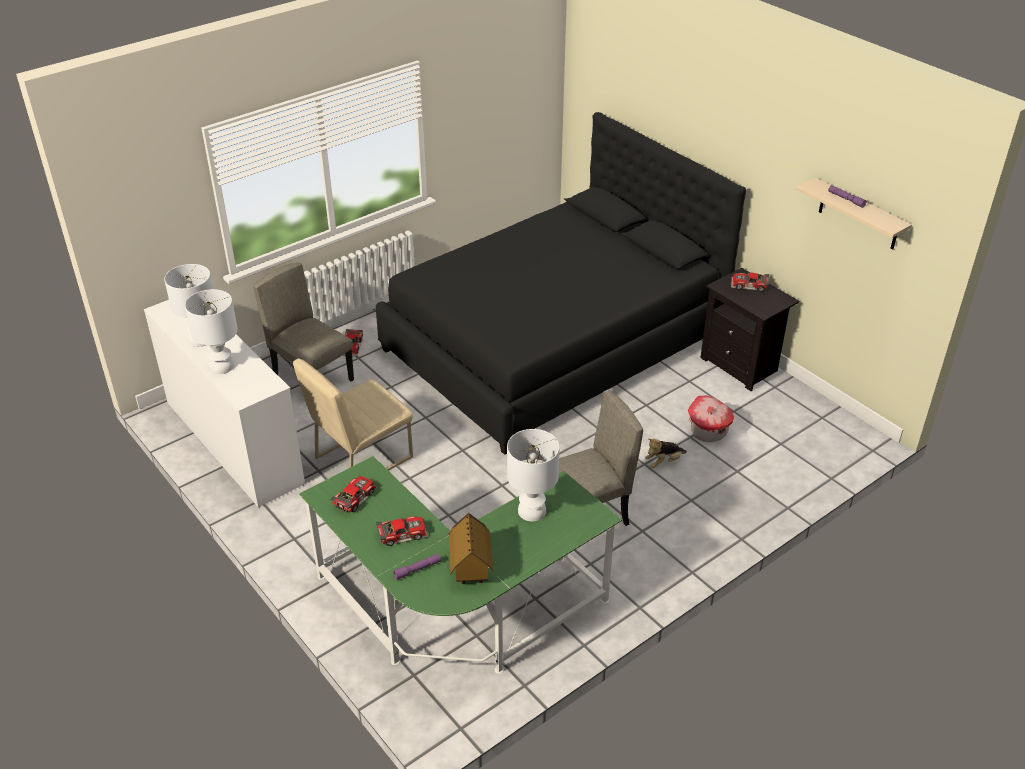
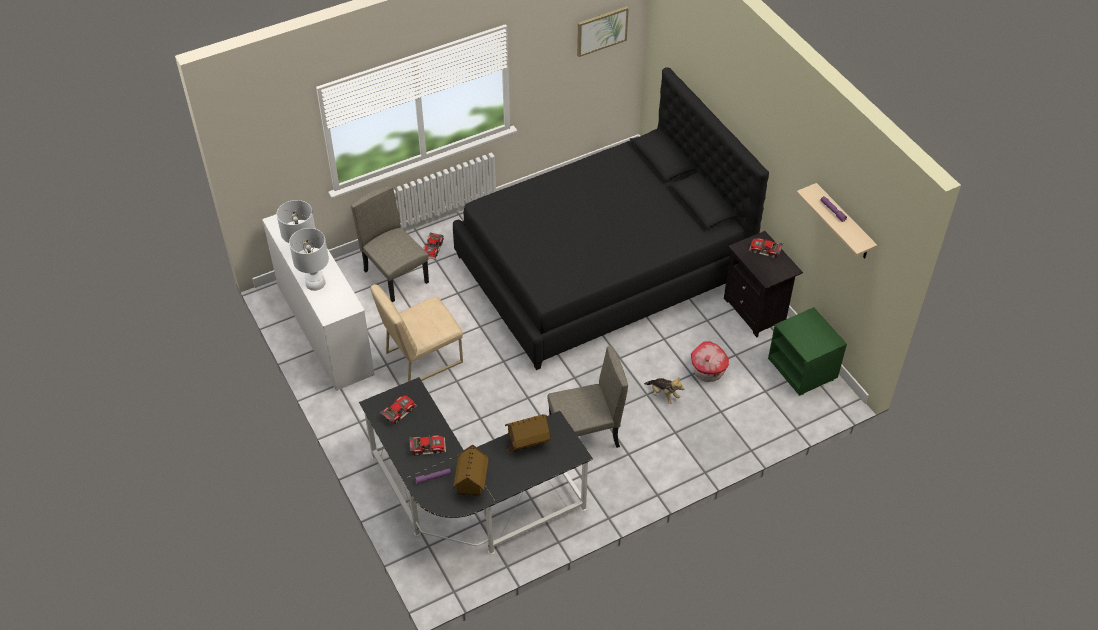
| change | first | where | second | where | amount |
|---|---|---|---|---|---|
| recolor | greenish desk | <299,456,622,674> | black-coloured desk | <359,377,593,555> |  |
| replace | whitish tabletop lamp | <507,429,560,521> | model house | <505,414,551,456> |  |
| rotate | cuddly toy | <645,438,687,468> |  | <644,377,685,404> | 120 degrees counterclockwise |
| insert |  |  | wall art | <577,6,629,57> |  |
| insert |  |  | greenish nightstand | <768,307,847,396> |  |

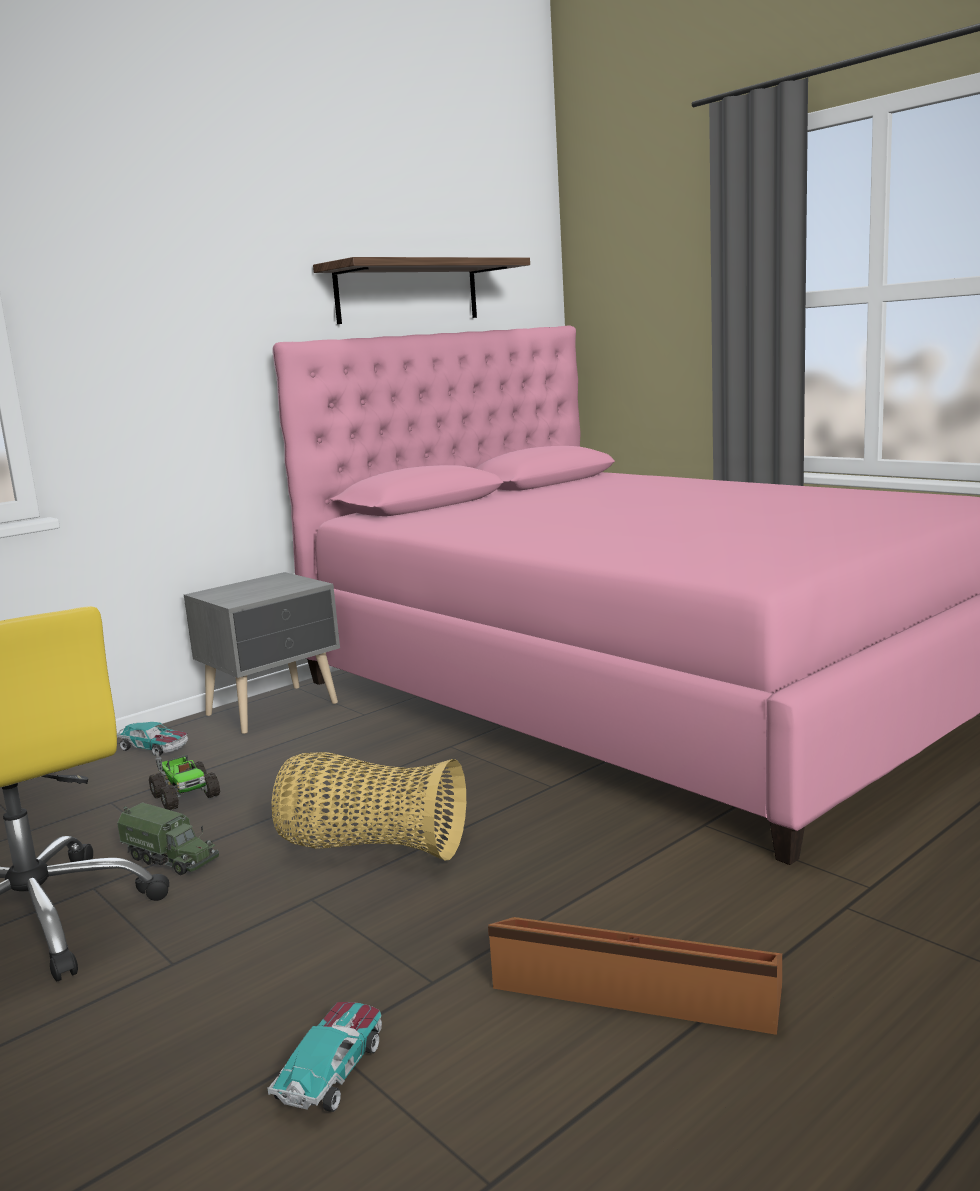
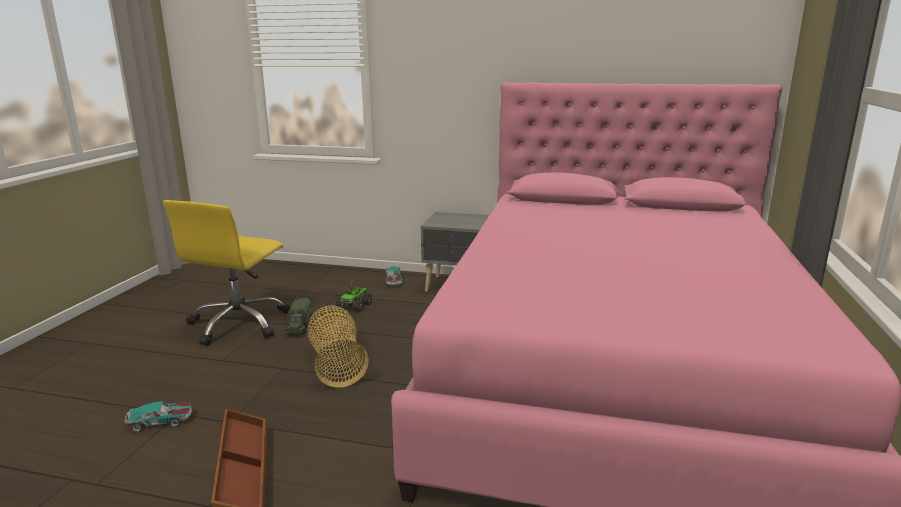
| change | first | where | second | where | amount |
|---|---|---|---|---|---|
| delete | shelf | <313,257,530,324> |  |  |  |

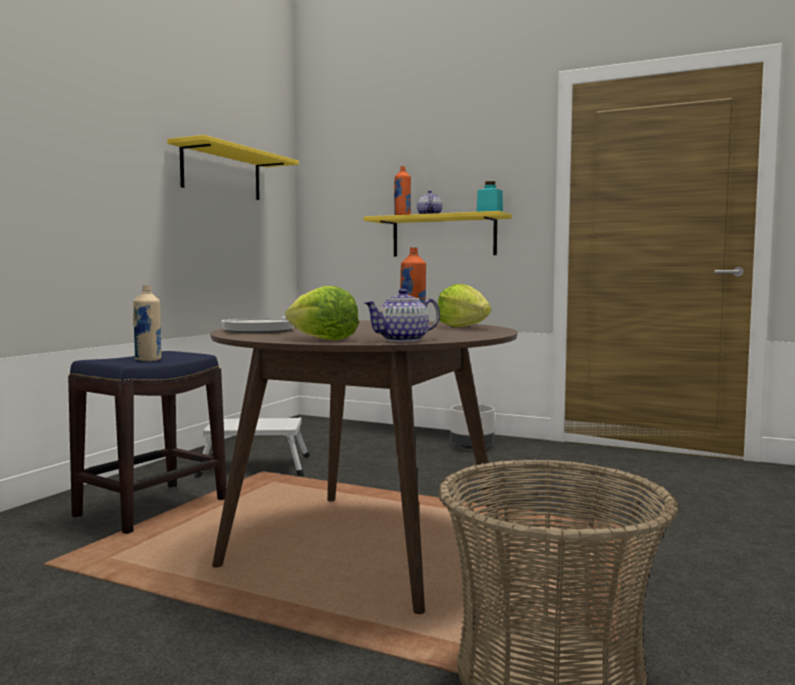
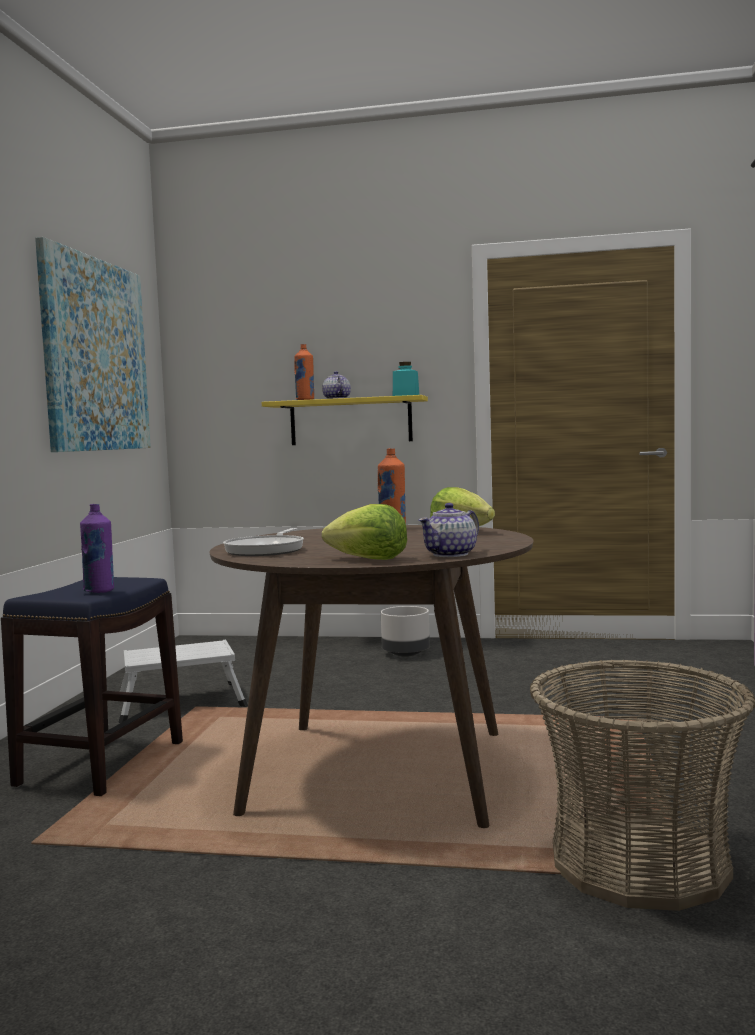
| change | first | where | second | where | amount |
|---|---|---|---|---|---|
| recolor | beige-coloured drink bottle | <133,285,161,361> | purple drink bottle | <80,504,114,593> |  |
| replace | yellow shelf | <167,135,299,200> | wall art | <35,237,151,452> |  |

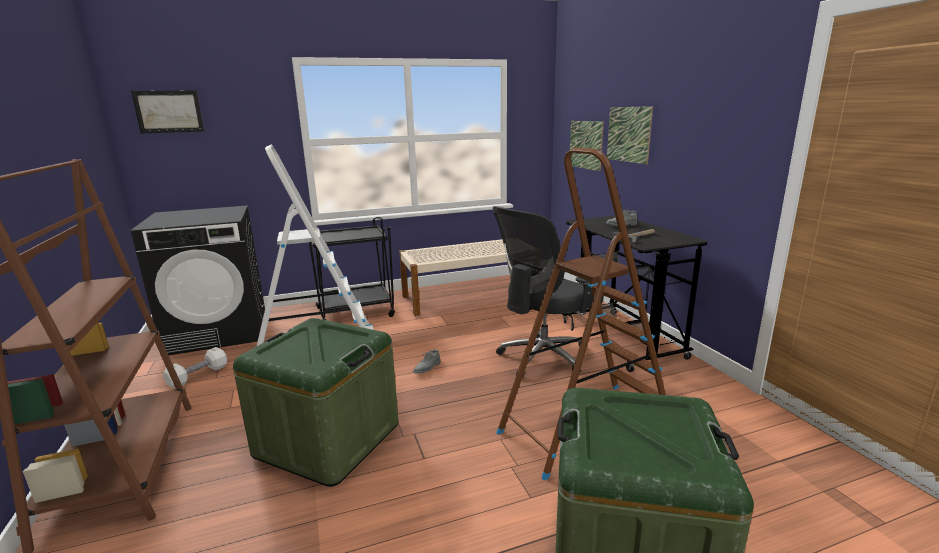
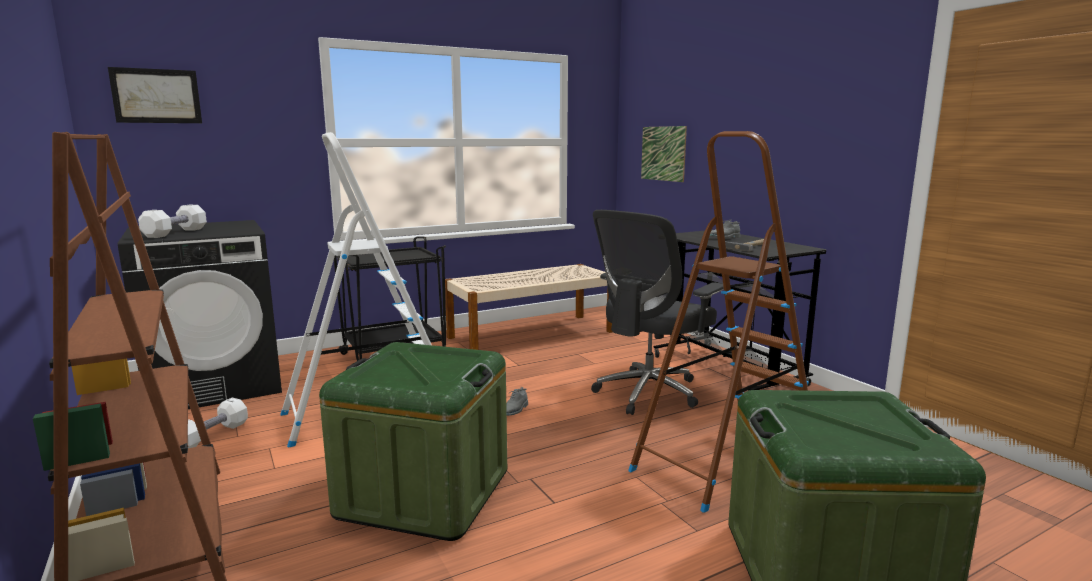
| change | first | where | second | where | amount |
|---|---|---|---|---|---|
| delete | wall art | <607,106,653,164> |  |  |  |
| insert |  |  | whitish free weight | <138,205,207,238> |  |

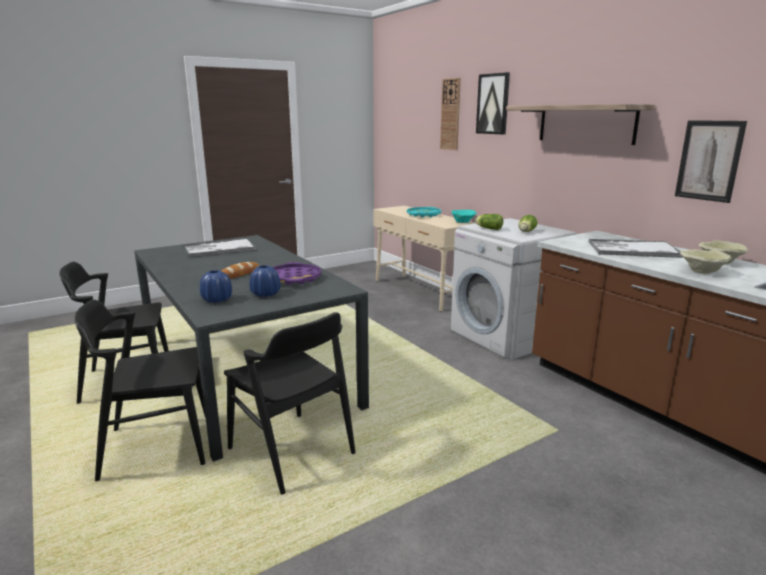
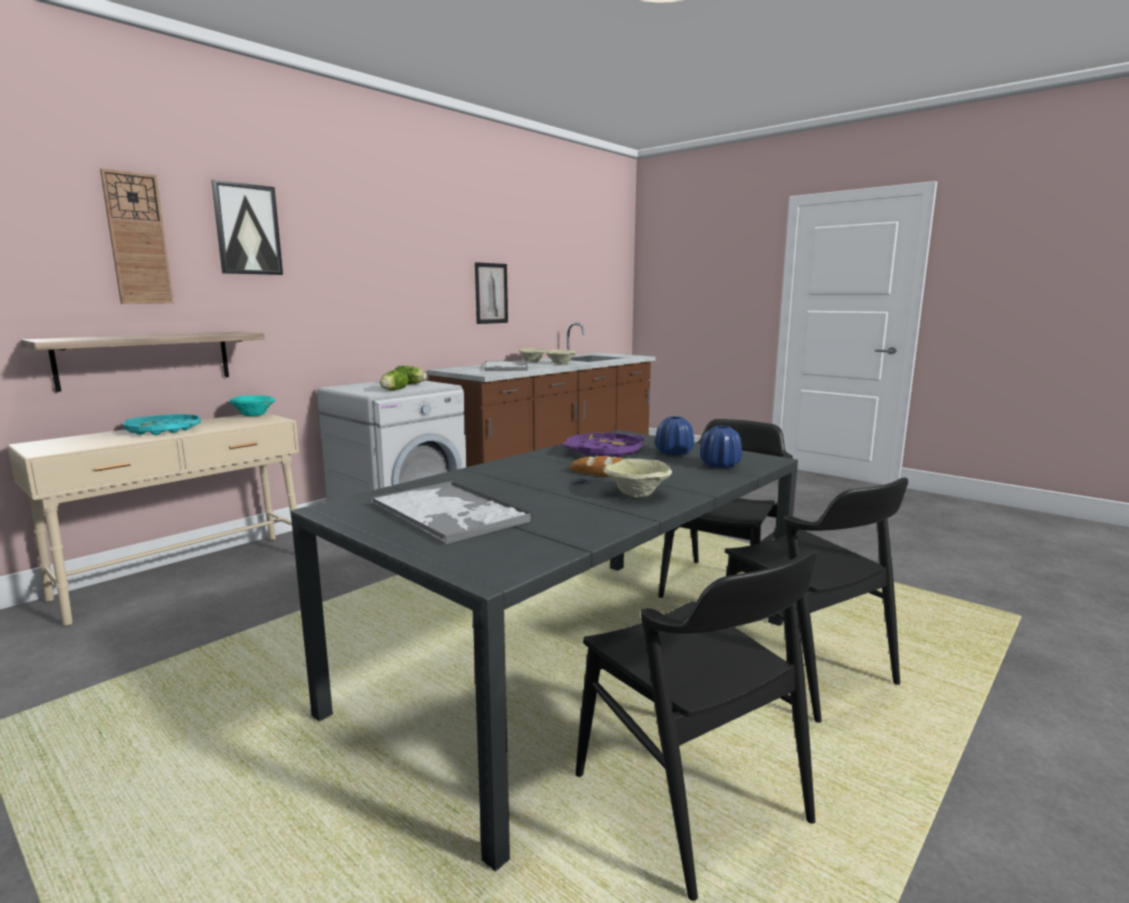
| change | first | where | second | where | amount |
|---|---|---|---|---|---|
| move | shelf | <506,104,655,145> |  | <21,331,265,392> |  |
| insert |  |  | beige-coloured bowl | <603,458,672,498> |  |

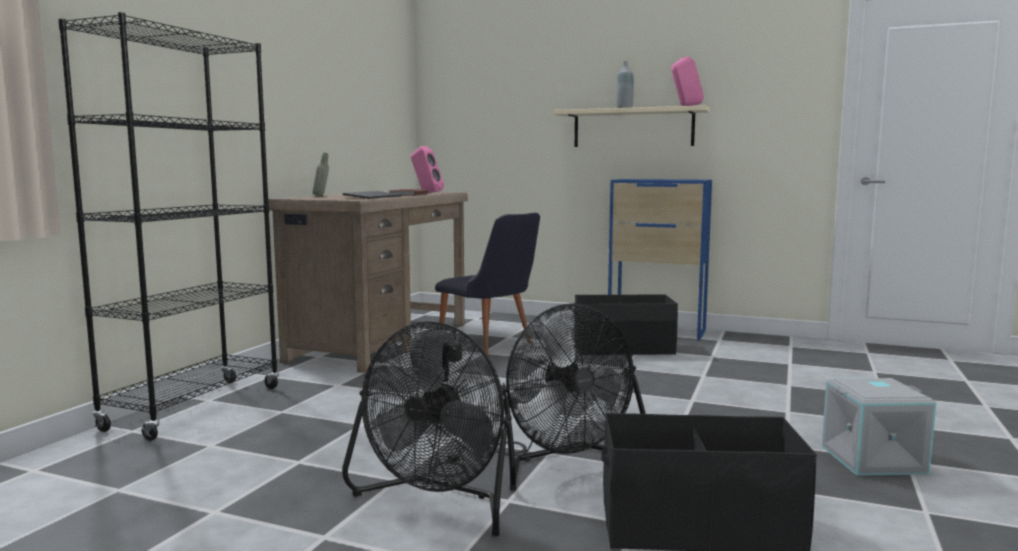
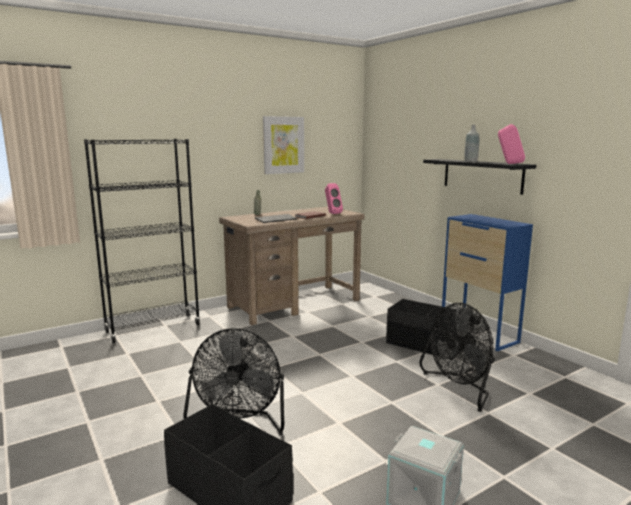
| change | first | where | second | where | amount |
|---|---|---|---|---|---|
| move | black-coloured cooling fan | <342,322,512,536> |  | <419,303,495,412> |  |
| delete | black-coloured chair | <435,213,540,354> |  |  |  |
| recolor | beige-coloured shelf | <553,105,710,147> | black-coloured shelf | <423,159,536,195> |  |
| insert |  |  | wall art | <263,116,304,174> |  |

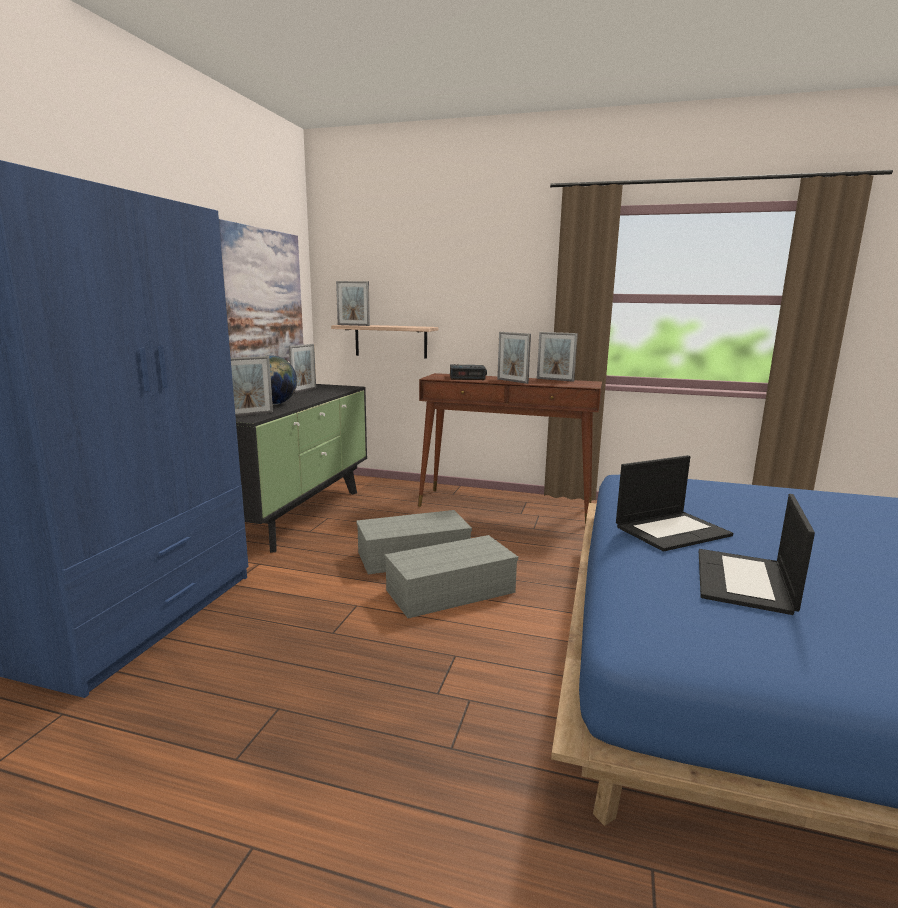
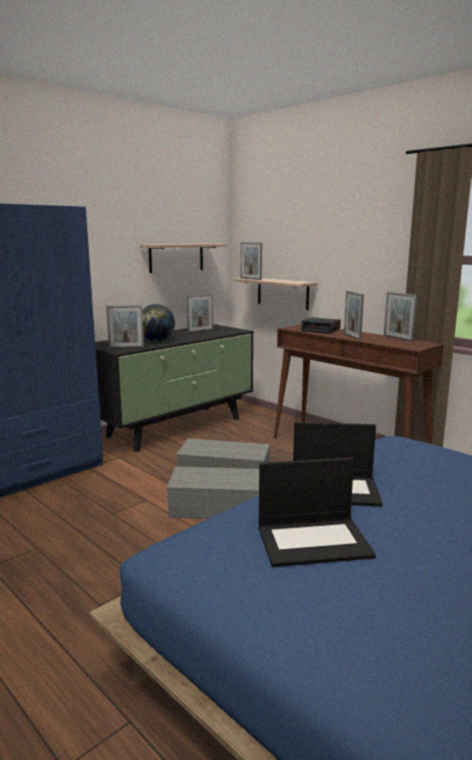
| change | first | where | second | where | amount |
|---|---|---|---|---|---|
| replace | wall art | <219,219,303,361> | shelf | <140,243,227,273> |  |
| rotate | notebook computer | <699,494,815,615> |  | <258,457,376,567> | 150 degrees counterclockwise |

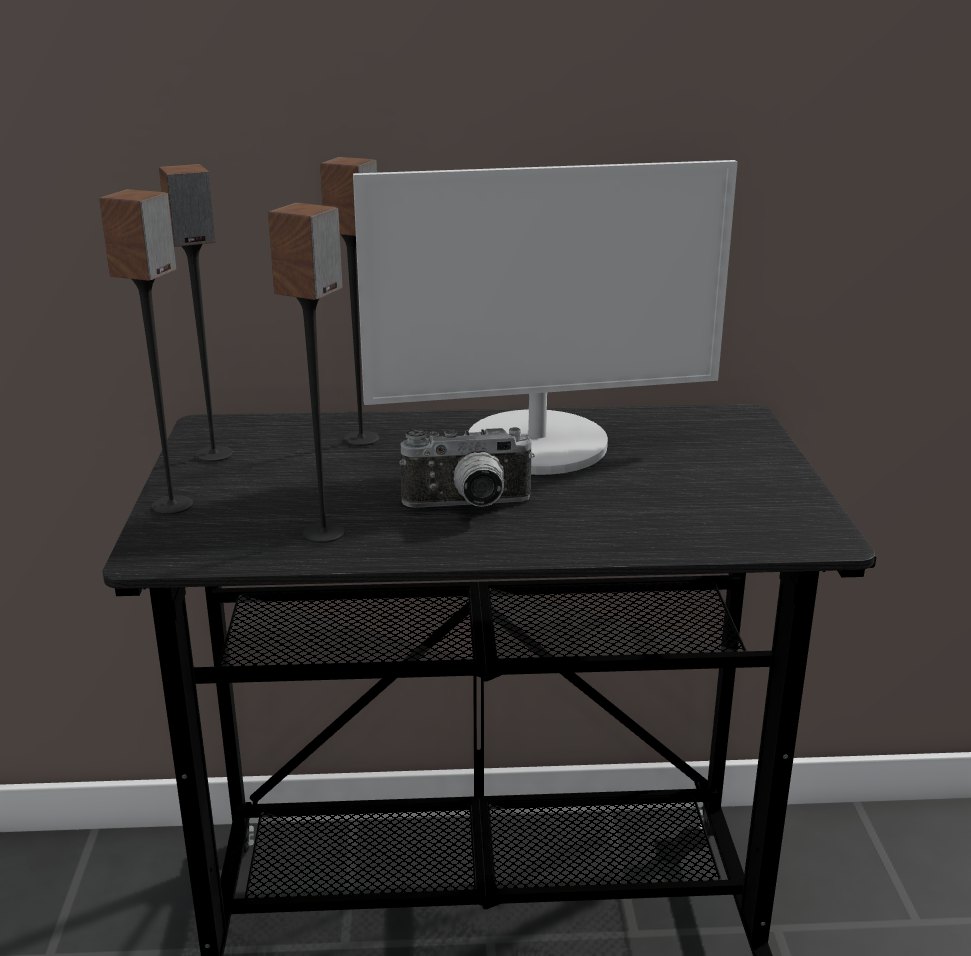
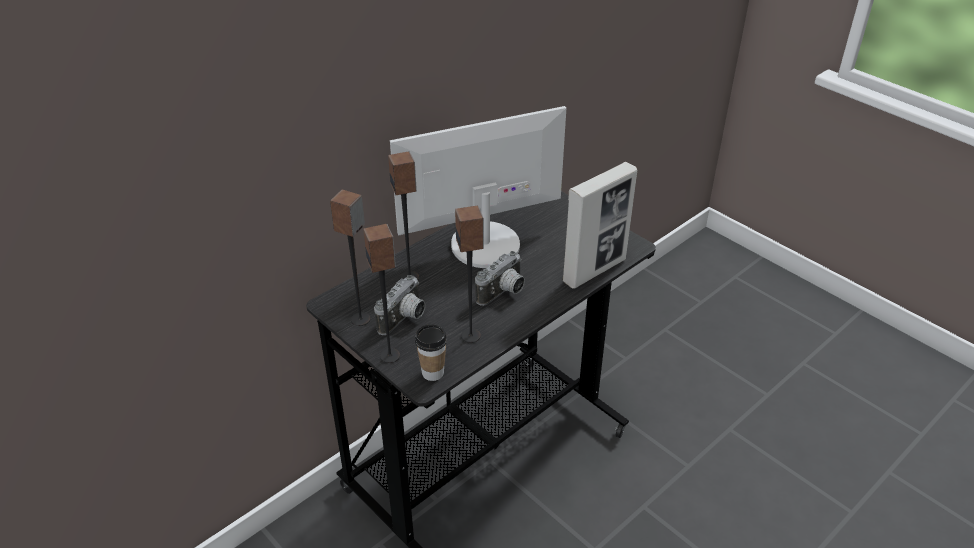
| change | first | where | second | where | amount |
|---|---|---|---|---|---|
| rotate | monitor | <353,160,738,475> |  | <390,106,566,268> | 150 degrees counterclockwise |
| insert |  |  | still camera | <374,275,426,335> |  |
| insert |  |  | drinking cup | <415,325,447,381> |  |
| insert |  |  | photo frame | <563,162,638,289> |  |

